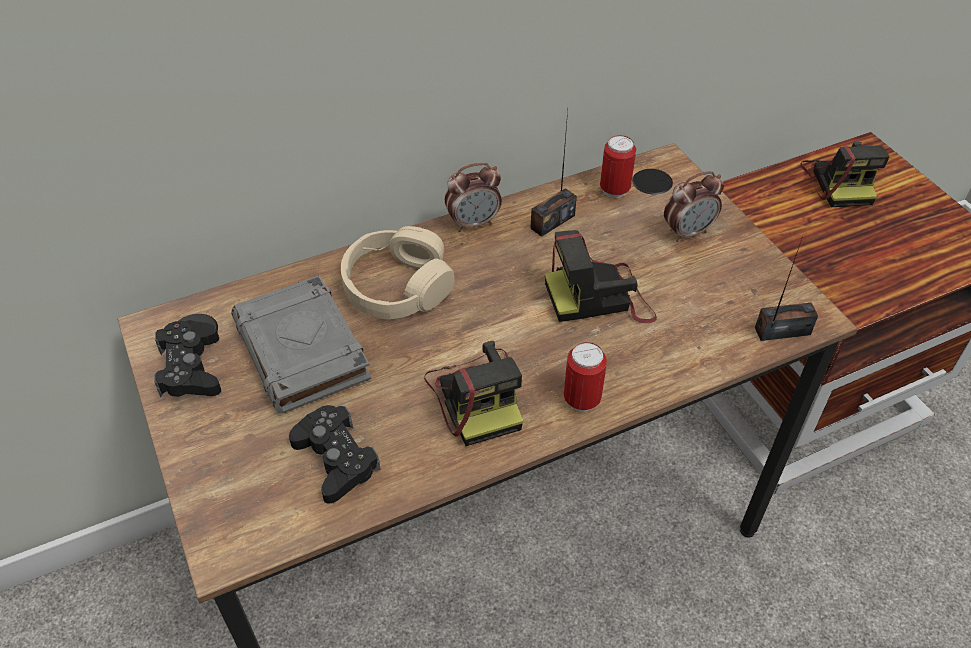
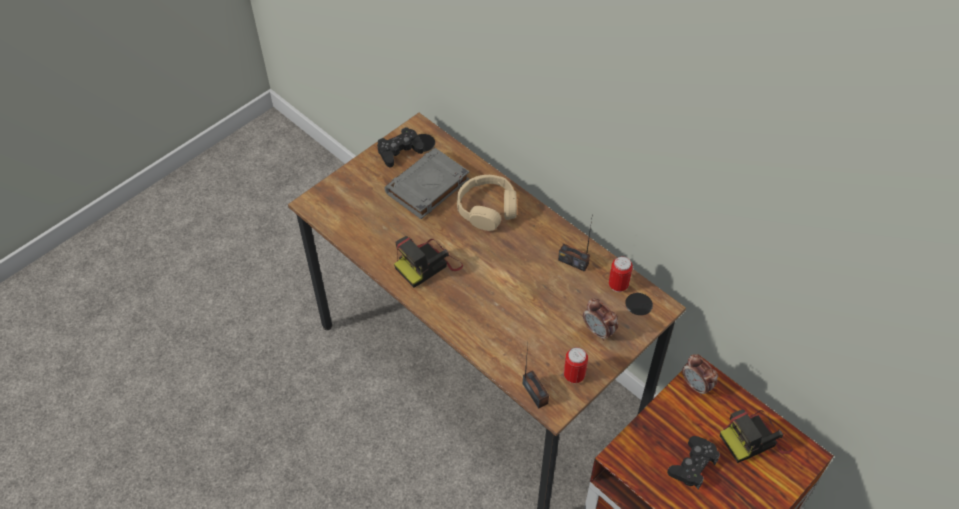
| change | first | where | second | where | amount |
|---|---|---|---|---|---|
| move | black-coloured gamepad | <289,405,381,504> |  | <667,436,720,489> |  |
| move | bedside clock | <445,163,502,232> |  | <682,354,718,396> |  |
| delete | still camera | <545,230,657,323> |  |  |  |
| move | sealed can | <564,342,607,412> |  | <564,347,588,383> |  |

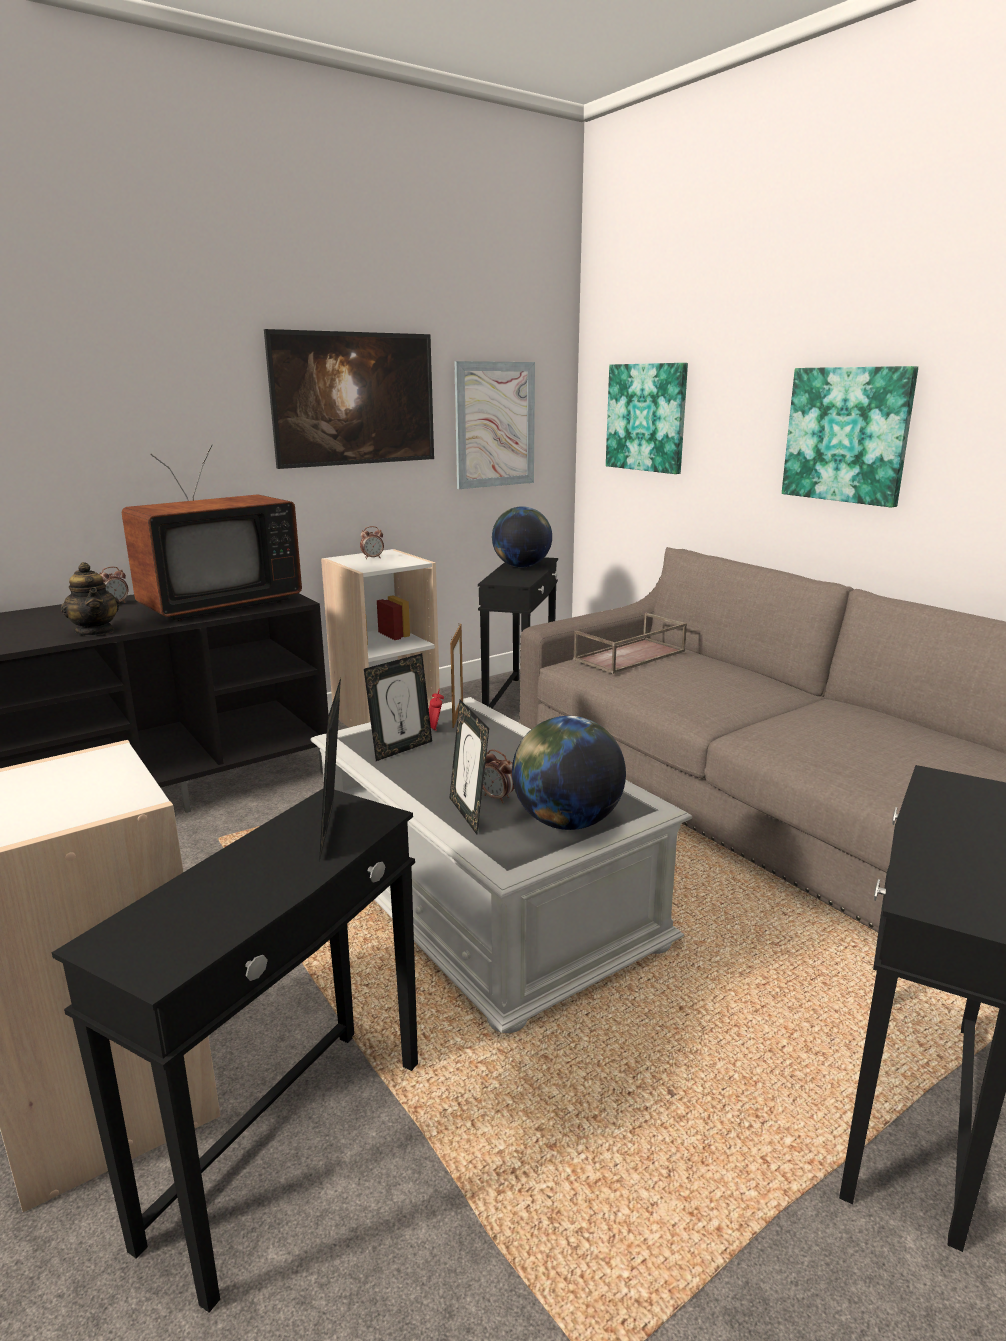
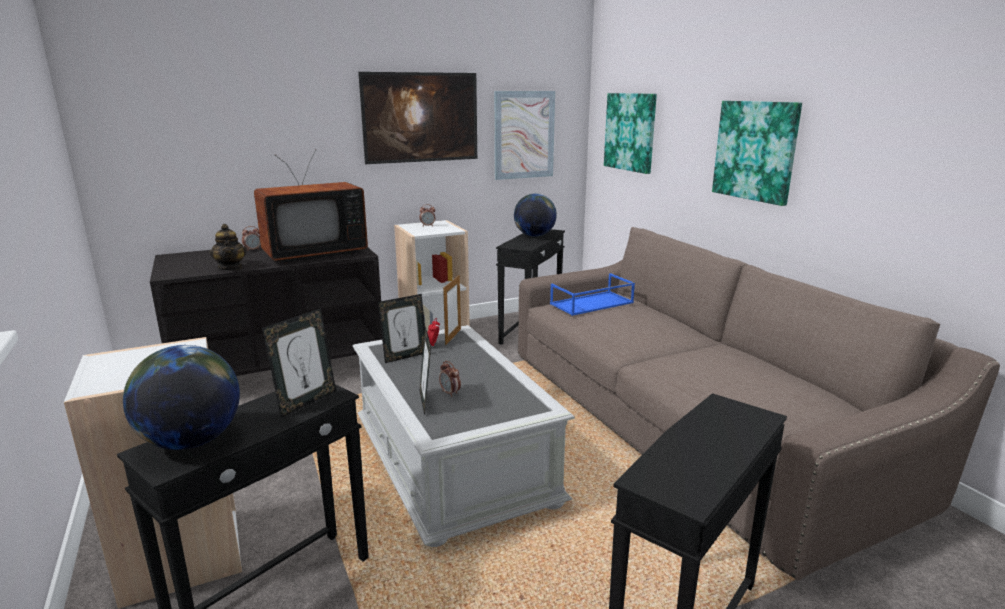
| change | first | where | second | where | amount |
|---|---|---|---|---|---|
| rotate | photo frame | <319,678,341,861> |  | <262,308,336,418> | 150 degrees counterclockwise |
| move | world globe | <512,716,626,830> |  | <123,345,240,450> |  |
| recolor | brownish tray | <573,613,687,674> | blue tray | <550,273,635,316> |  |

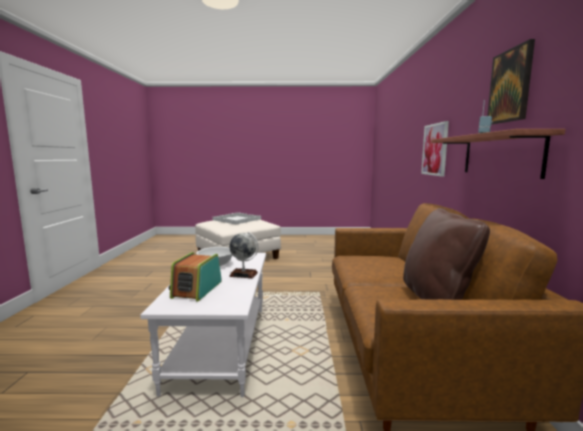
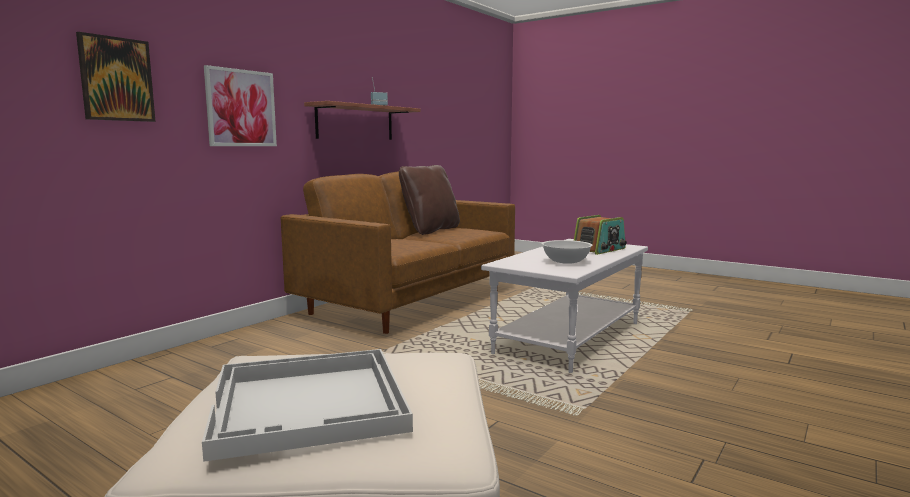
| change | first | where | second | where | amount |
|---|---|---|---|---|---|
| delete | world globe | <229,232,258,278> |  |  |  |
| move | wall art | <487,39,535,125> |  | <76,32,156,122> |  |

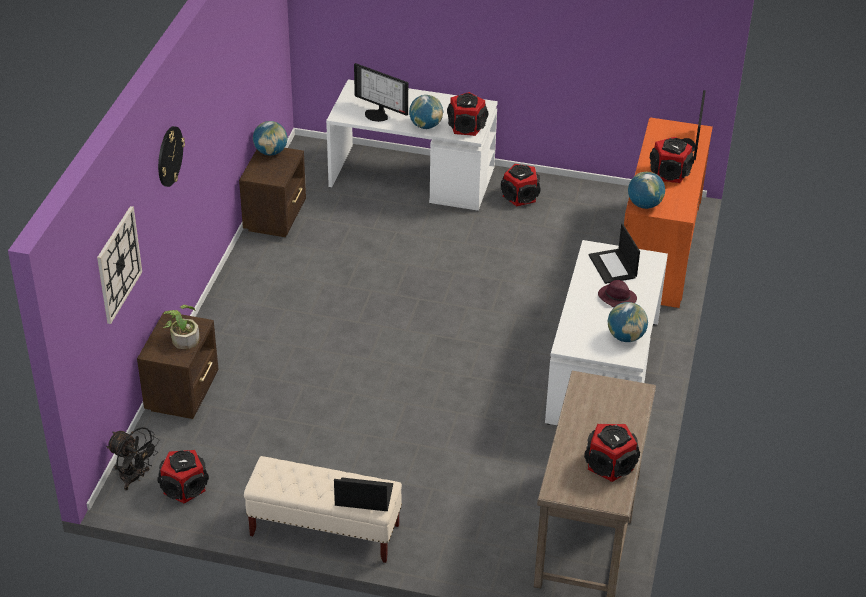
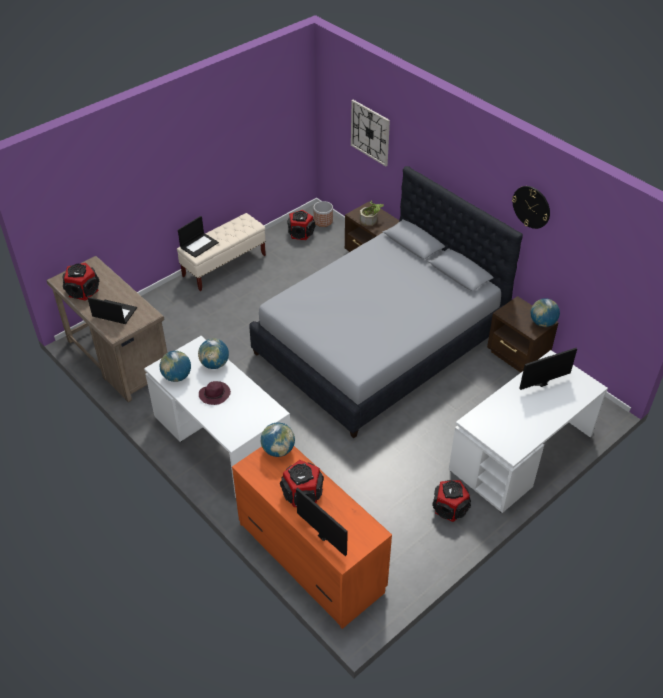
| change | first | where | second | where | amount |
|---|---|---|---|---|---|
| replace | black-coloured cooling fan | <106,427,160,490> | plant pot | <314,201,333,227> |  |
| move | hanging clock | <158,126,185,187> |  | <512,186,550,229> |  |
| move | world globe | <409,95,443,129> |  | <198,338,229,369> |  |
| delete | loudspeaker | <447,92,488,136> |  |  |  |
| move | notebook computer | <589,224,640,284> |  | <88,297,137,324> |  |
| insert |  |  | grey bed | <249,166,523,438> |  |

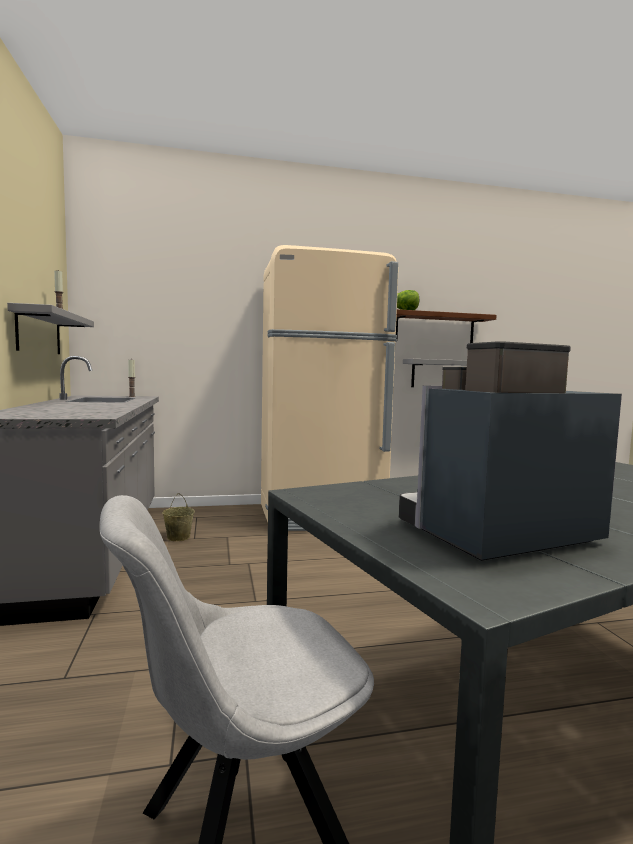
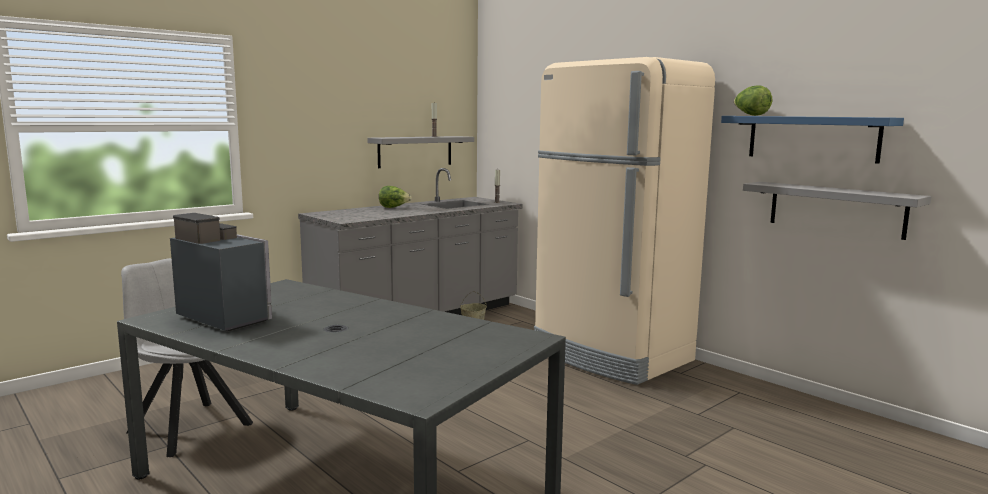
| change | first | where | second | where | amount |
|---|---|---|---|---|---|
| recolor | brownish shelf | <396,309,497,343> | blue shelf | <721,116,904,164> |  |
| insert |  |  | head of lettuce | <379,186,412,208> |  |

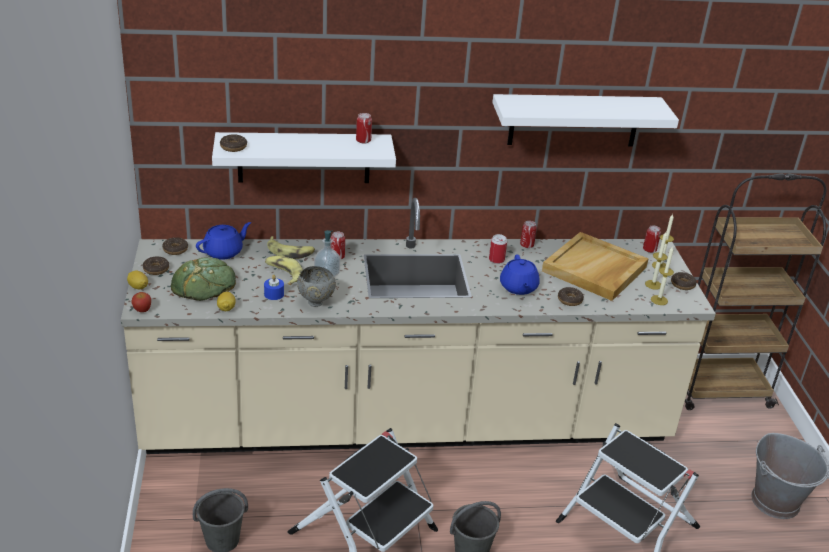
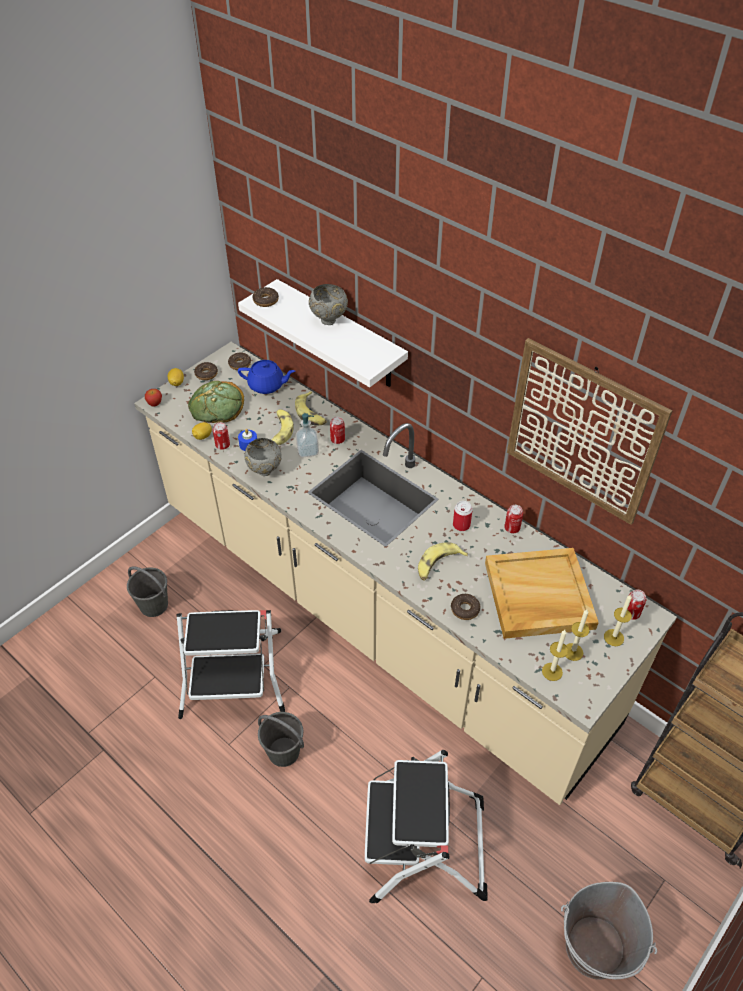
| change | first | where | second | where | amount |
|---|---|---|---|---|---|
| move | sealed can | <356,113,372,144> |  | <213,422,230,450> |  |
| replace | whitish shelf | <492,94,679,147> | wall art | <507,338,672,525> |  |
| replace | blue teapot | <500,255,540,295> | banana | <418,542,468,581> |  |
| delete | donut | <671,272,697,290> |  |  |  |
| insert |  |  | grey bowl | <309,284,348,325> |  |

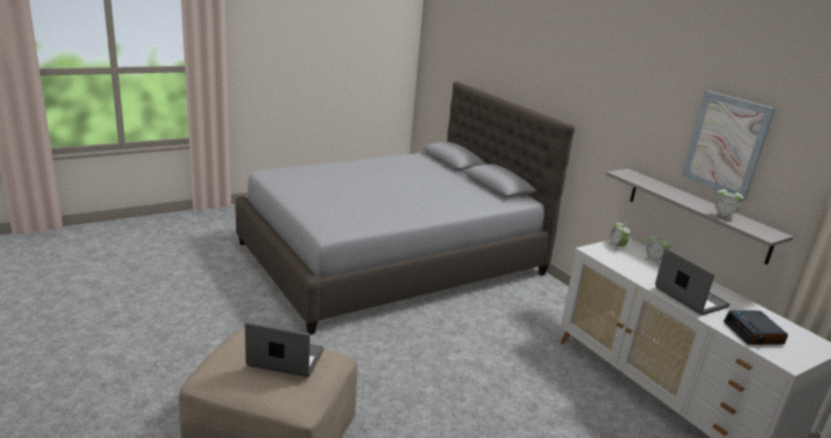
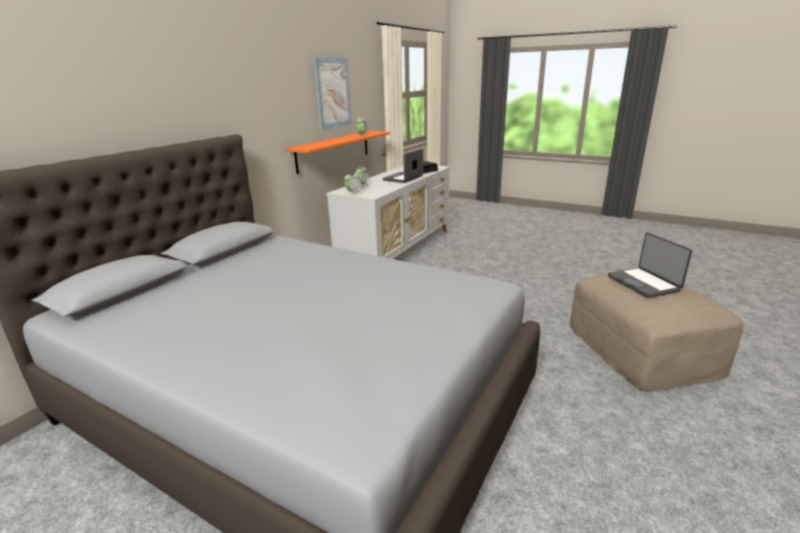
| change | first | where | second | where | amount |
|---|---|---|---|---|---|
| recolor | grey shelf | <606,168,793,264> | orange-coloured shelf | <287,131,390,174> |  |

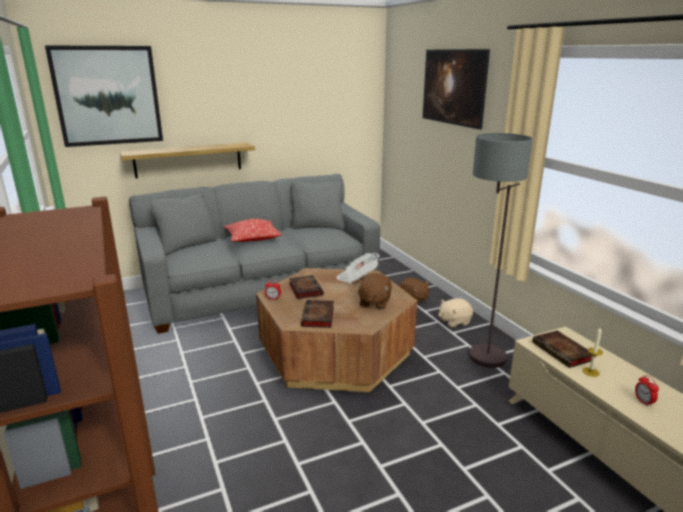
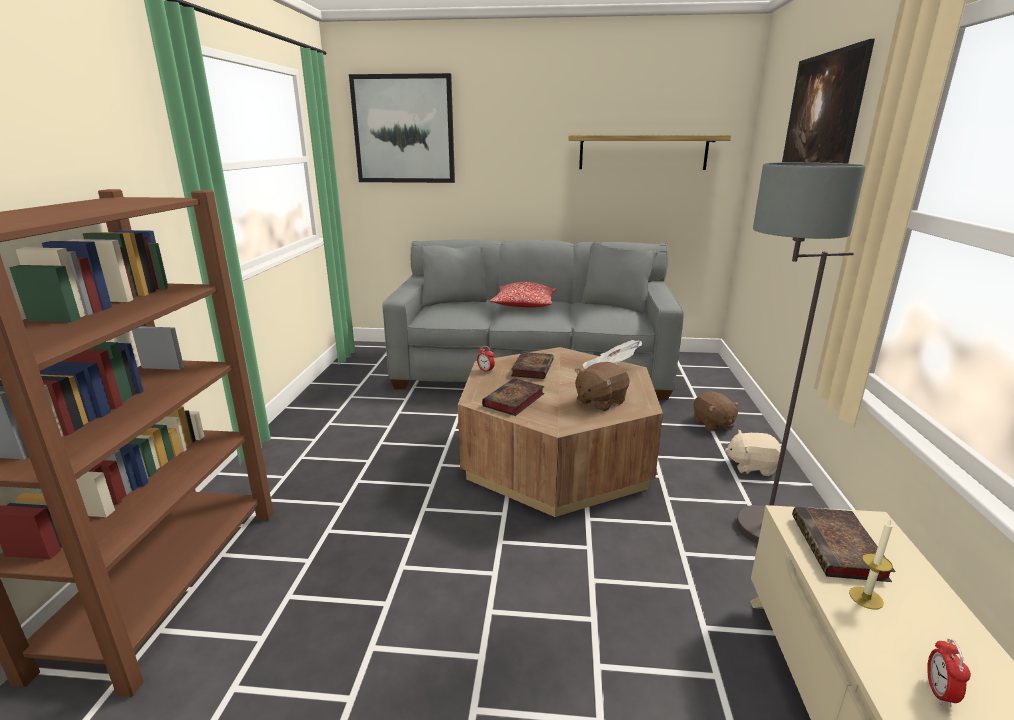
| change | first | where | second | where | amount |
|---|---|---|---|---|---|
| move | shelf | <120,143,255,178> |  | <569,135,731,170> |  |

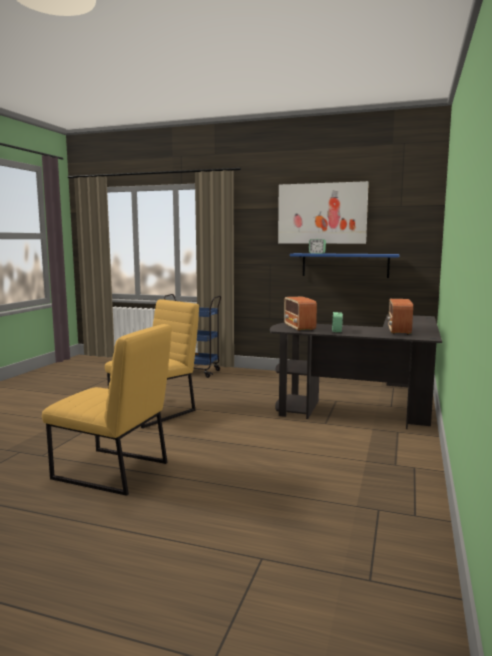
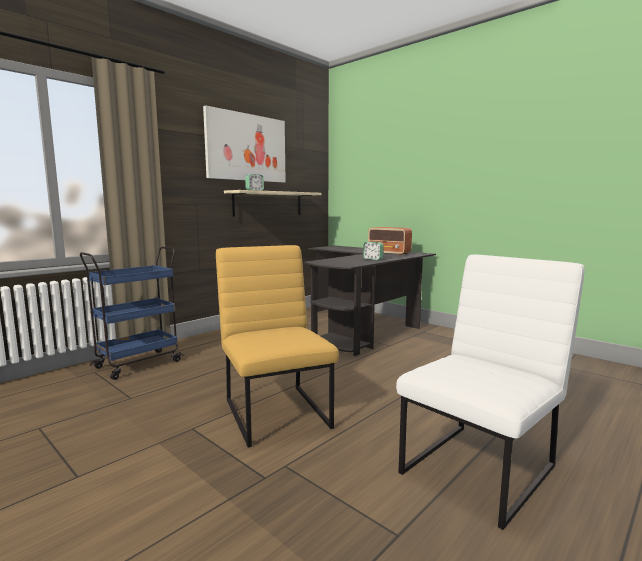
| change | first | where | second | where | amount |
|---|---|---|---|---|---|
| recolor | yellow chair | <42,324,172,496> | whitish chair | <396,255,585,530> |  |
| delete | radio receiver | <284,297,317,331> |  |  |  |
| recolor | blue shelf | <290,253,399,278> | beige-coloured shelf | <224,190,321,217> |  |

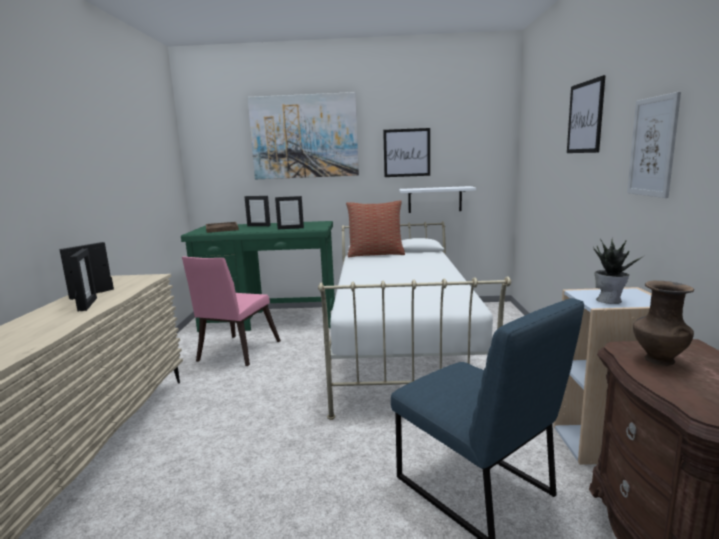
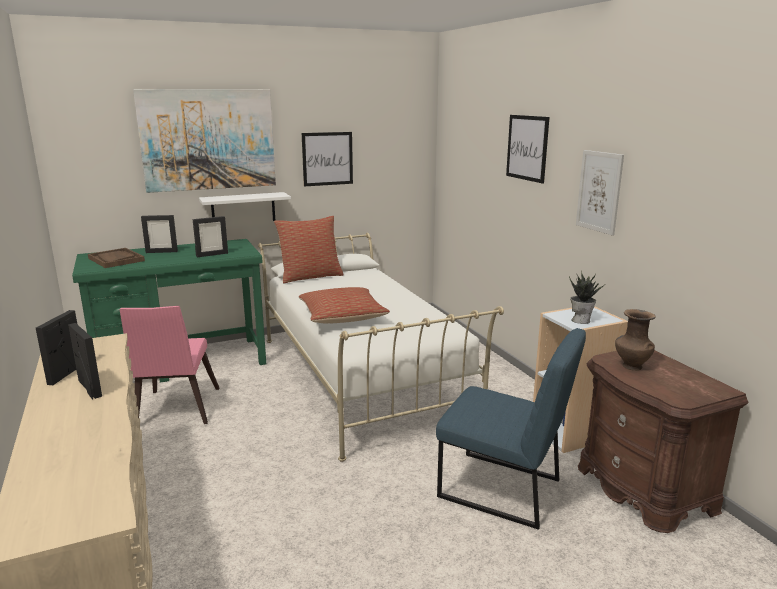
| change | first | where | second | where | amount |
|---|---|---|---|---|---|
| move | whitish shelf | <399,186,476,213> |  | <199,192,291,221> |  |
| insert |  |  | cushion | <299,287,390,324> |  |

